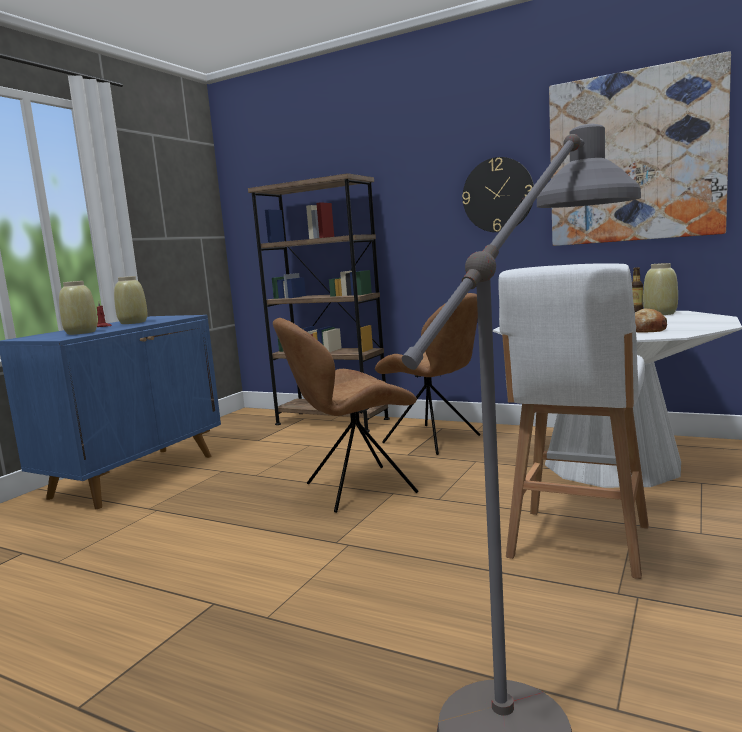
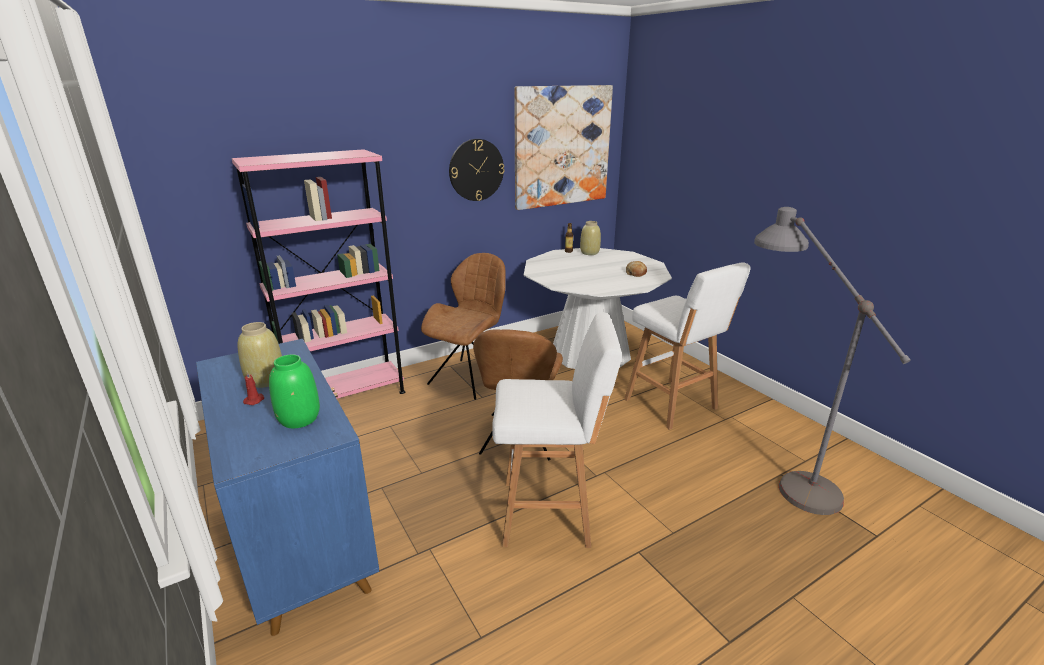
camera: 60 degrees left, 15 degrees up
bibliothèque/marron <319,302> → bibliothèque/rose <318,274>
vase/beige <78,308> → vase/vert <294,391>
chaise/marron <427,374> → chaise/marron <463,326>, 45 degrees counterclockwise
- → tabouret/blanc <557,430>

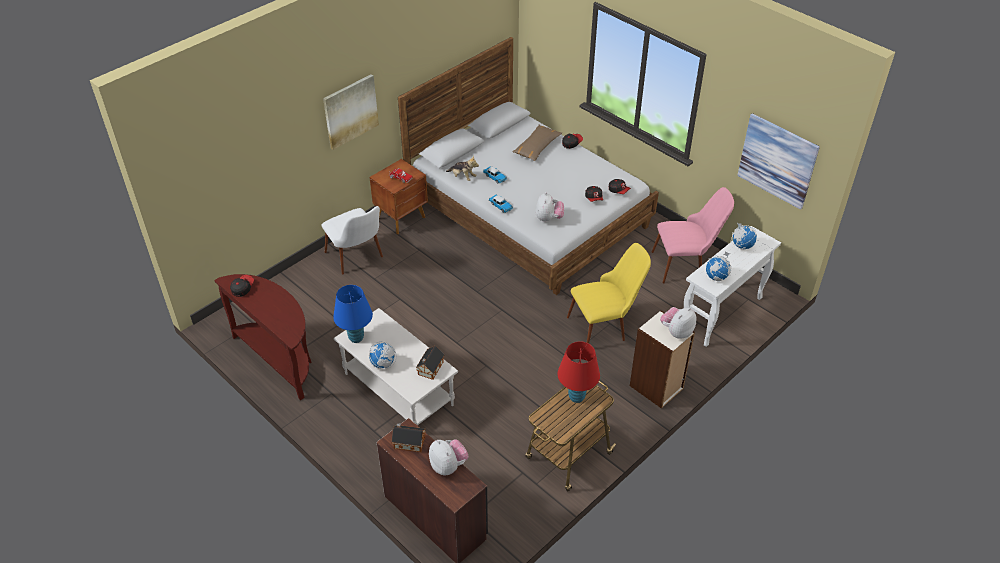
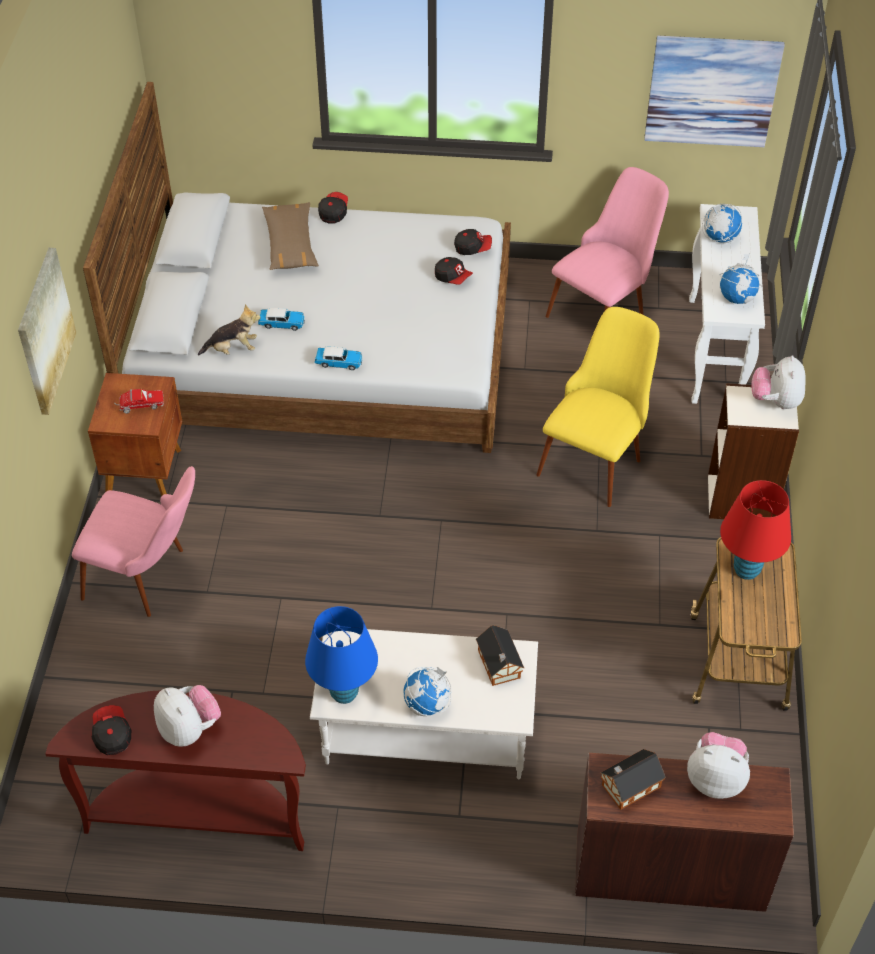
camera: 40 degrees left, 5 degrees up
peluche <549,207> → peluche <187,716>, moved
chaise/blanc <352,240> → chaise/rose <133,541>

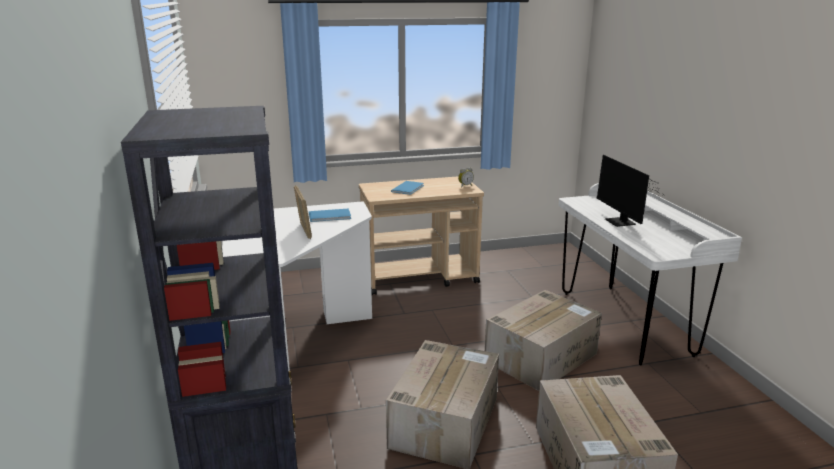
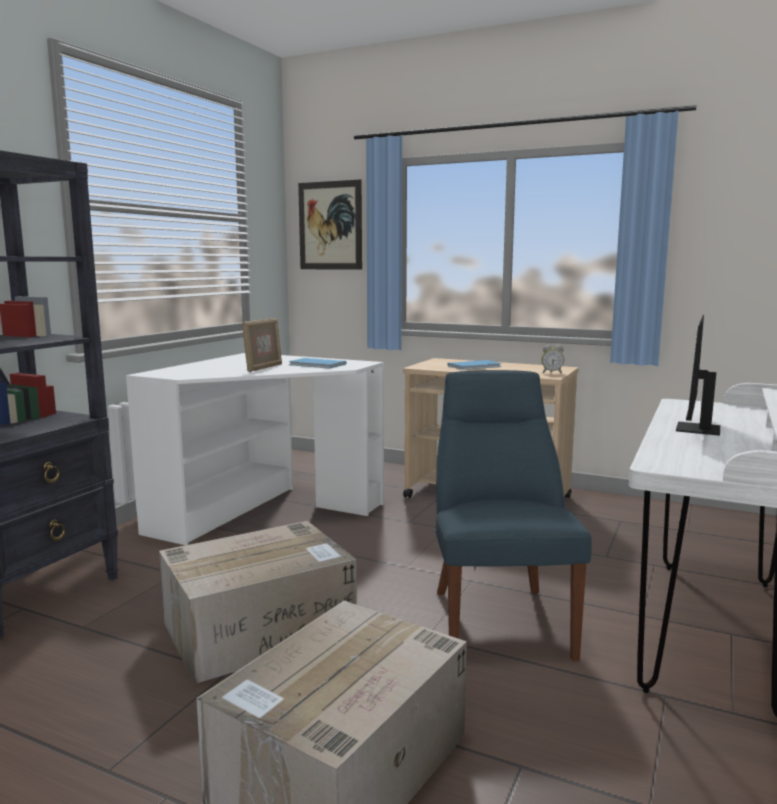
camera: 40 degrees right, 10 degrees down
carton <543,340> → chaise/bleu <513,515>
- → tableau <330,224>

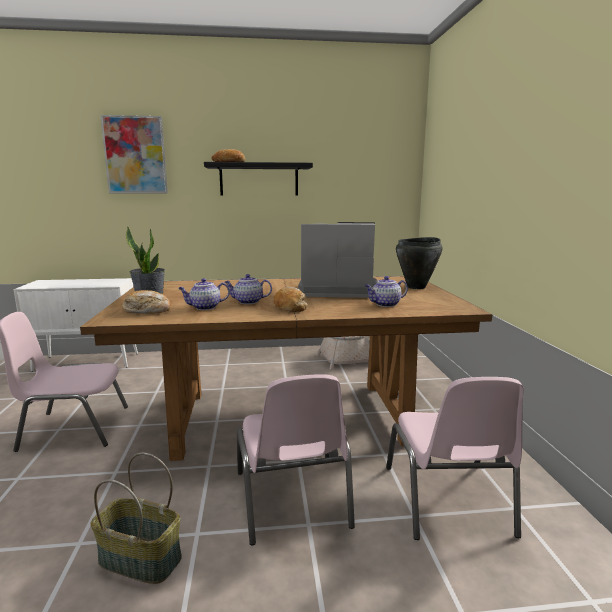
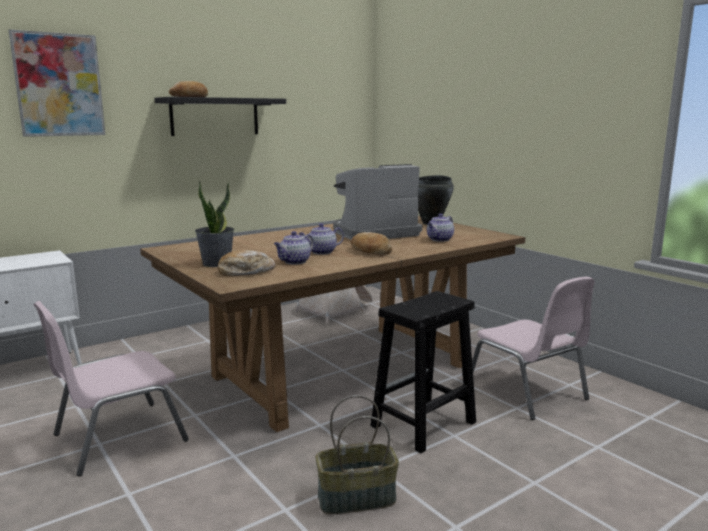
camera: 30 degrees left, 0 degrees up
chaise/rose <296,459> → tabouret/noir <423,372>

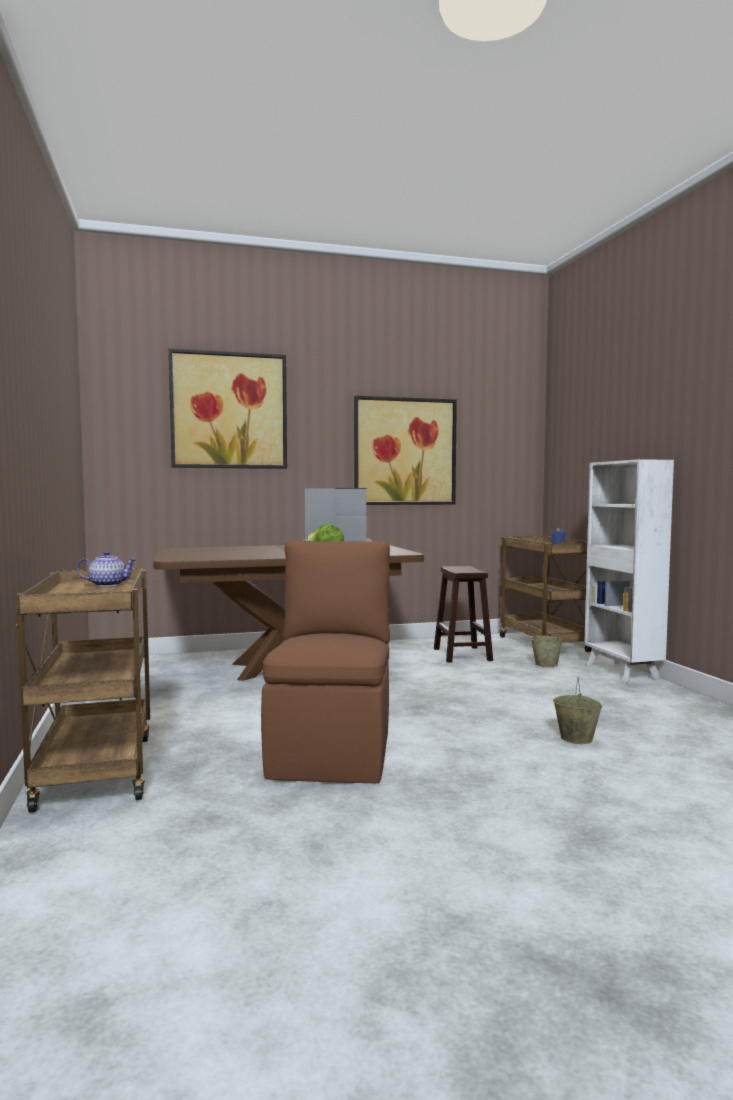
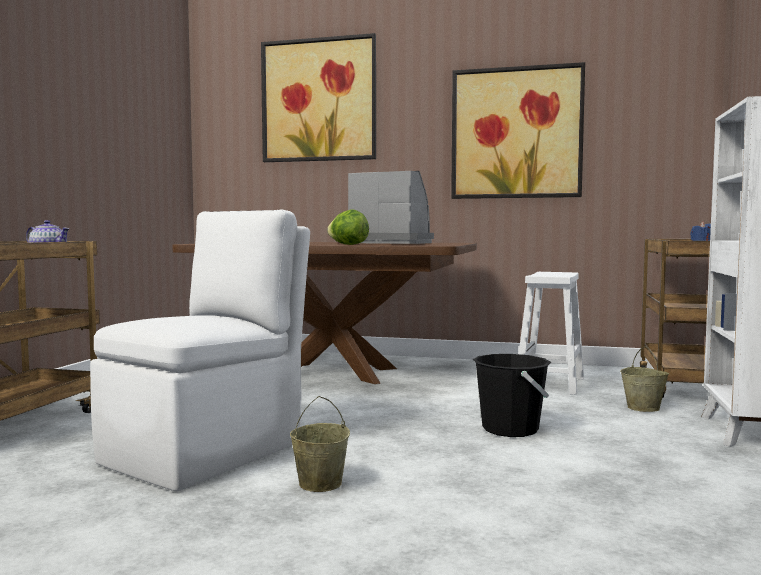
camera: 30 degrees right, 0 degrees up
chaise/marron <325,662> → chaise/blanc <200,351>
tabouret/marron <463,614> → tabouret/blanc <551,333>
seau/beige <577,711> → seau/beige <320,444>, moved
- → seau/noir <511,395>

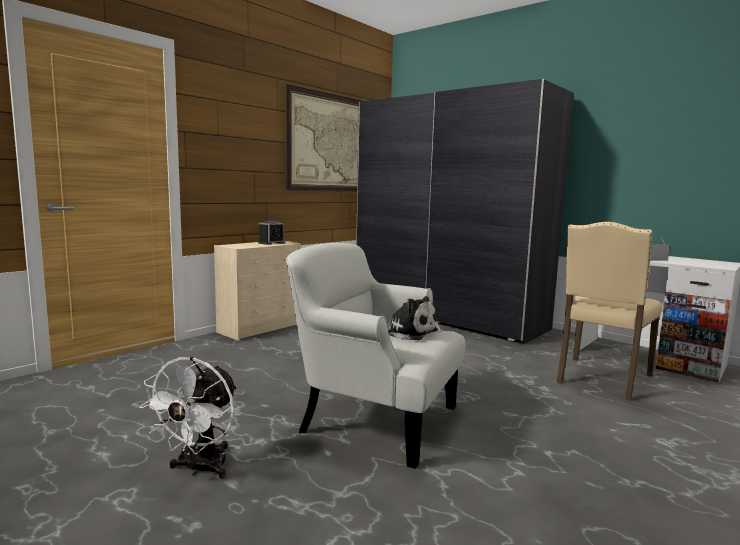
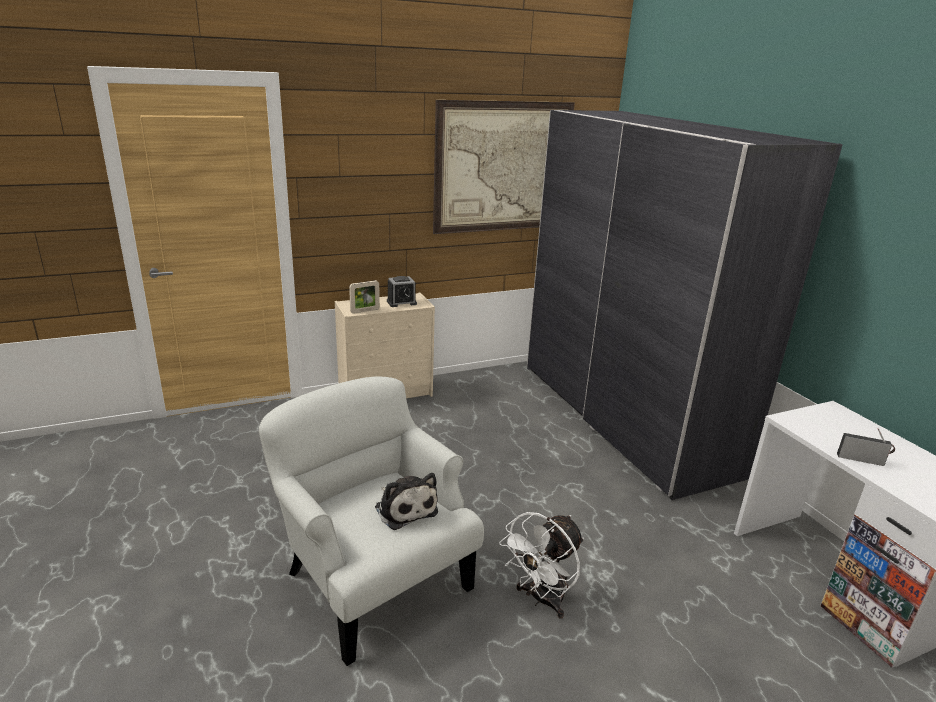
camera: 25 degrees right, 15 degrees up
chaise/beige <609,311> → -
ventilateur/blanc <188,418> → ventilateur/blanc <541,565>, moved
- → cadre photo <364,297>

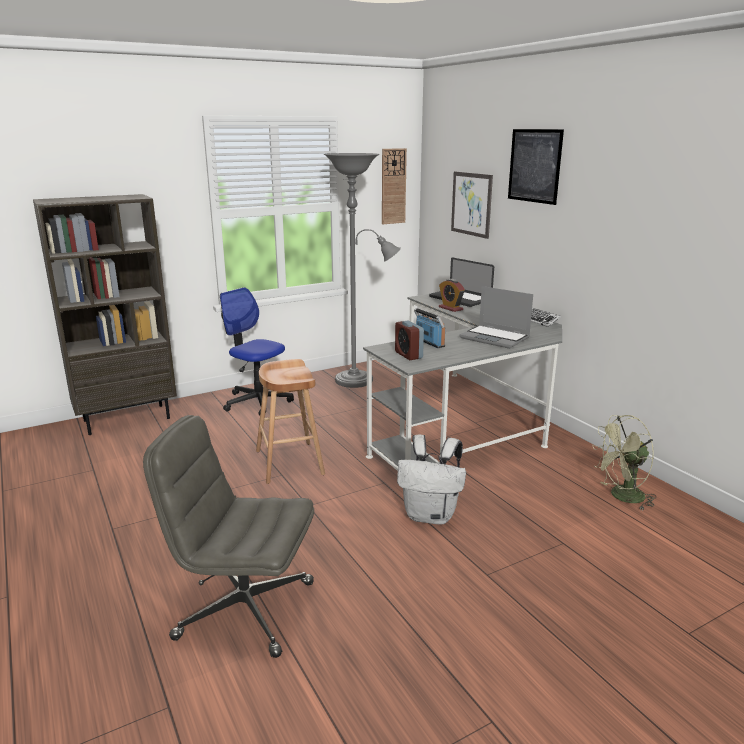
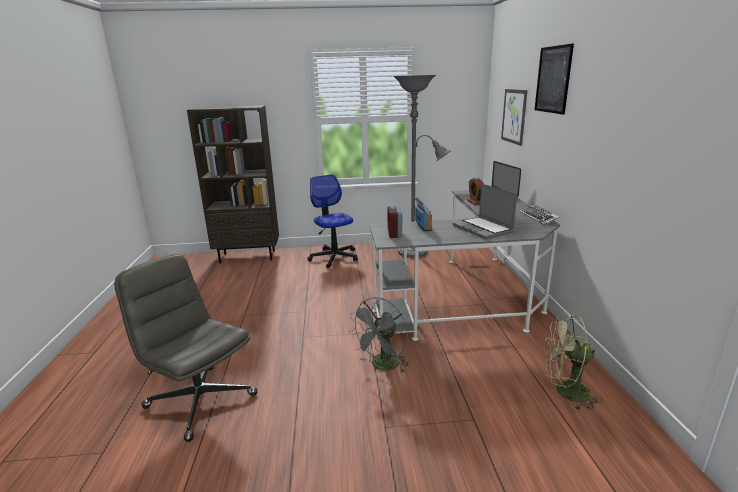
camera: 25 degrees right, 0 degrees up
horloge murale <394,186> → -
tabouret/marron <290,421> → -
sac à dos/blanc <431,480> → ventilateur/gris <379,334>

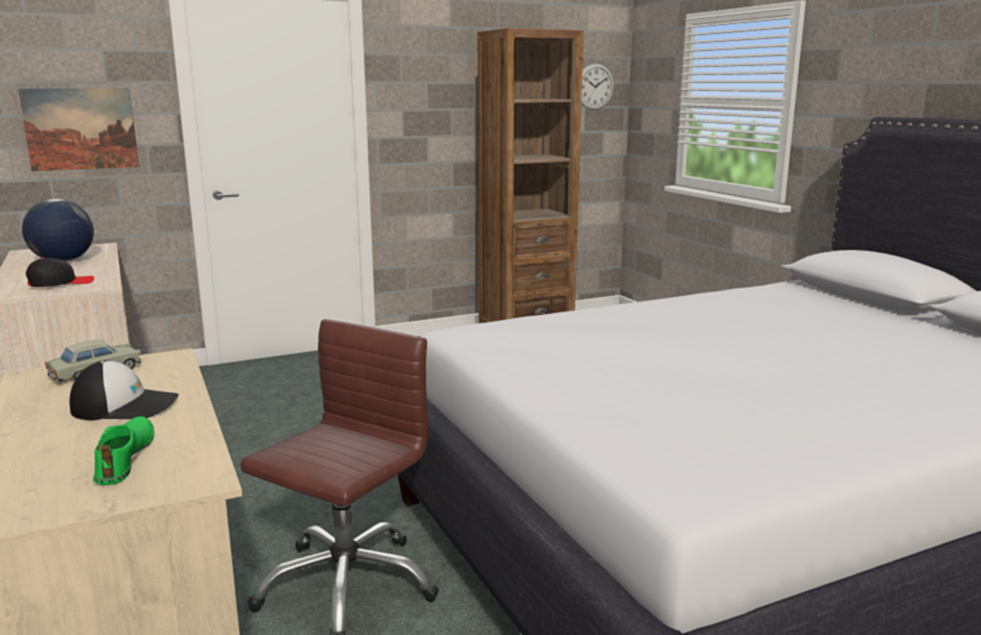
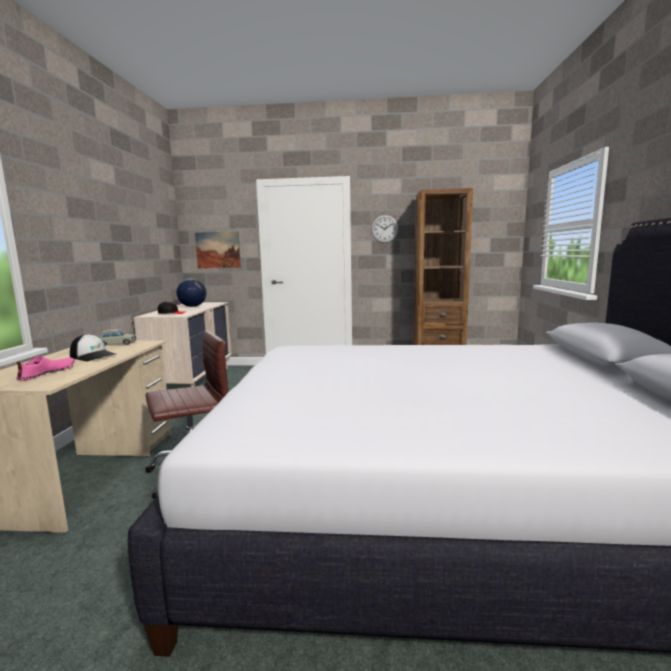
camera: 30 degrees right, 5 degrees down
horloge murale <597,86> → horloge murale <385,229>, moved
chaussure/vert <123,450> → chaussure/rose <46,368>

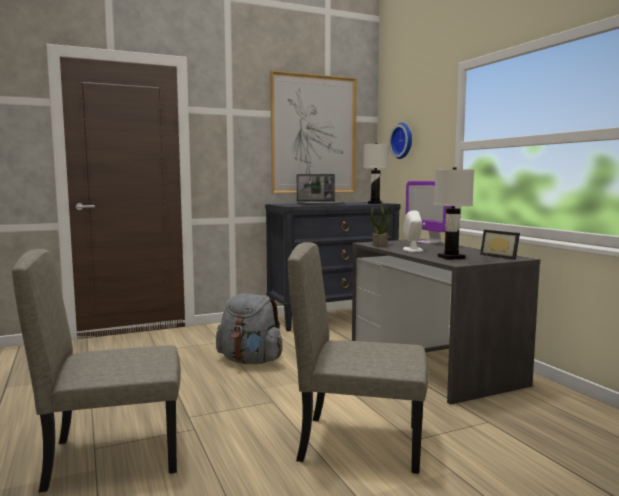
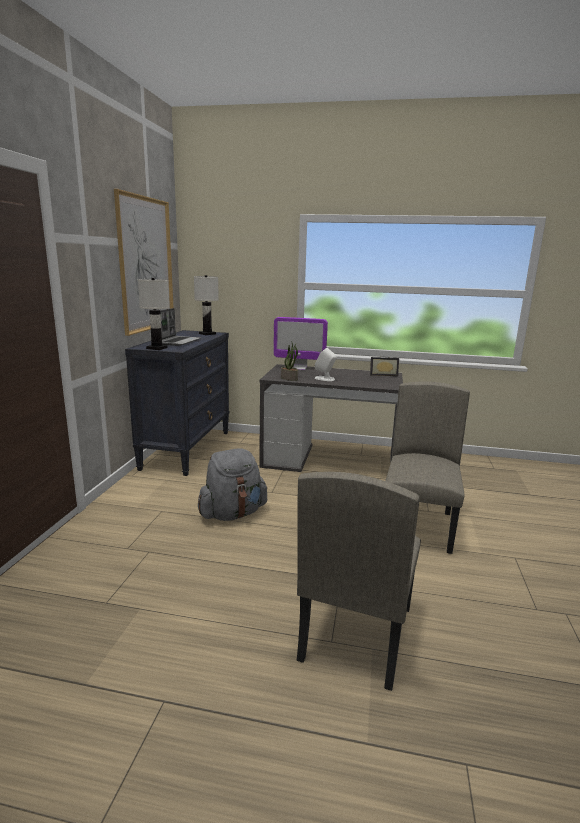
camera: 55 degrees left, 10 degrees up
horloge murale <400,141> → -
lampe de table/blanc <454,214> → lampe de table/blanc <154,314>, moved
chaise/beige <358,358> → chaise/beige <427,467>, 150 degrees clockwise

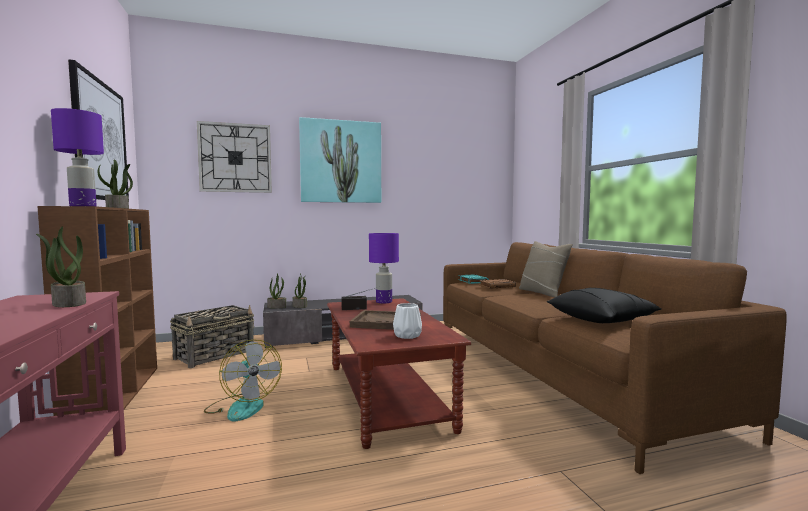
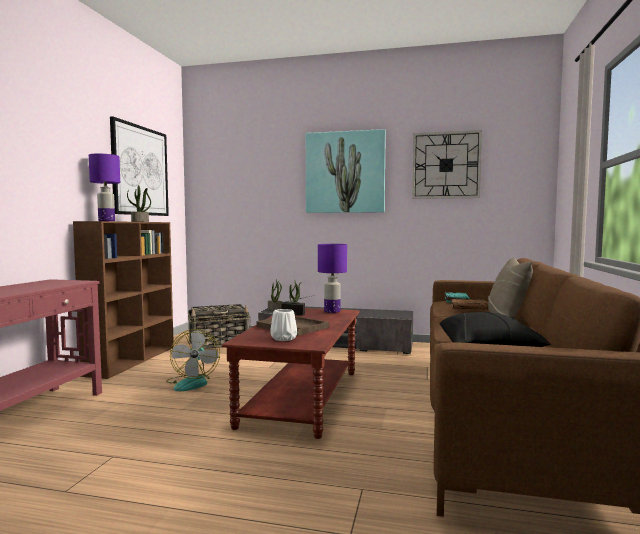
camera: 30 degrees right, 0 degrees up
horloge murale <234,157> → horloge murale <447,164>, moved
plante en pot <61,266> → -

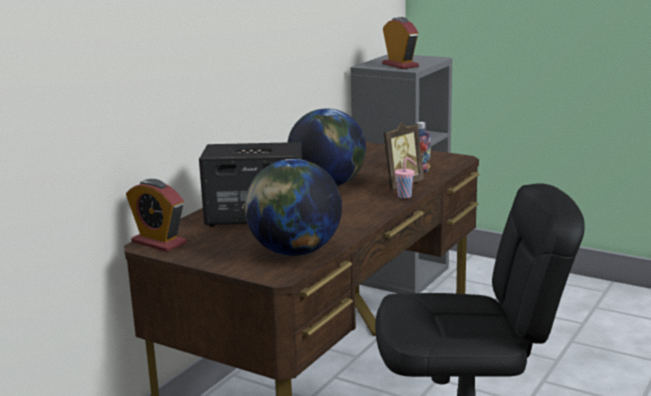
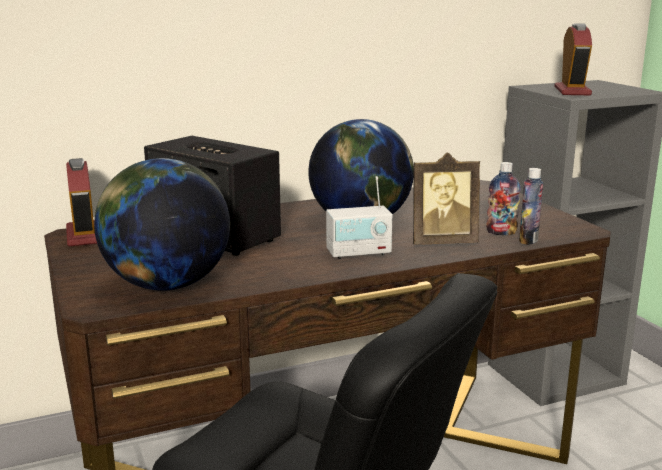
camera: 35 degrees right, 0 degrees up
tasse/rose <405,178> → -
- → bouteille <531,206>
- → radio <359,217>

